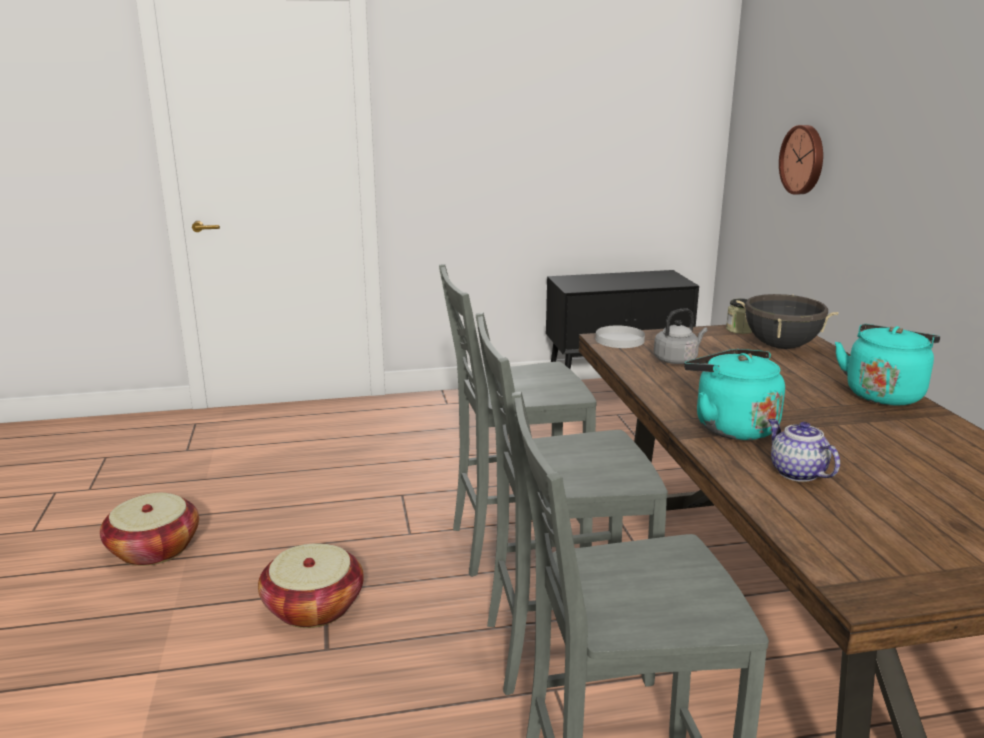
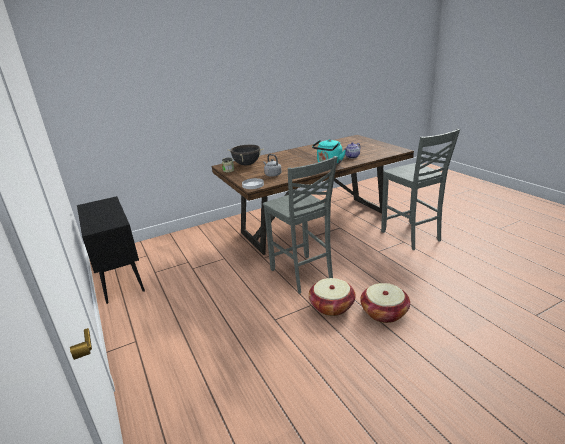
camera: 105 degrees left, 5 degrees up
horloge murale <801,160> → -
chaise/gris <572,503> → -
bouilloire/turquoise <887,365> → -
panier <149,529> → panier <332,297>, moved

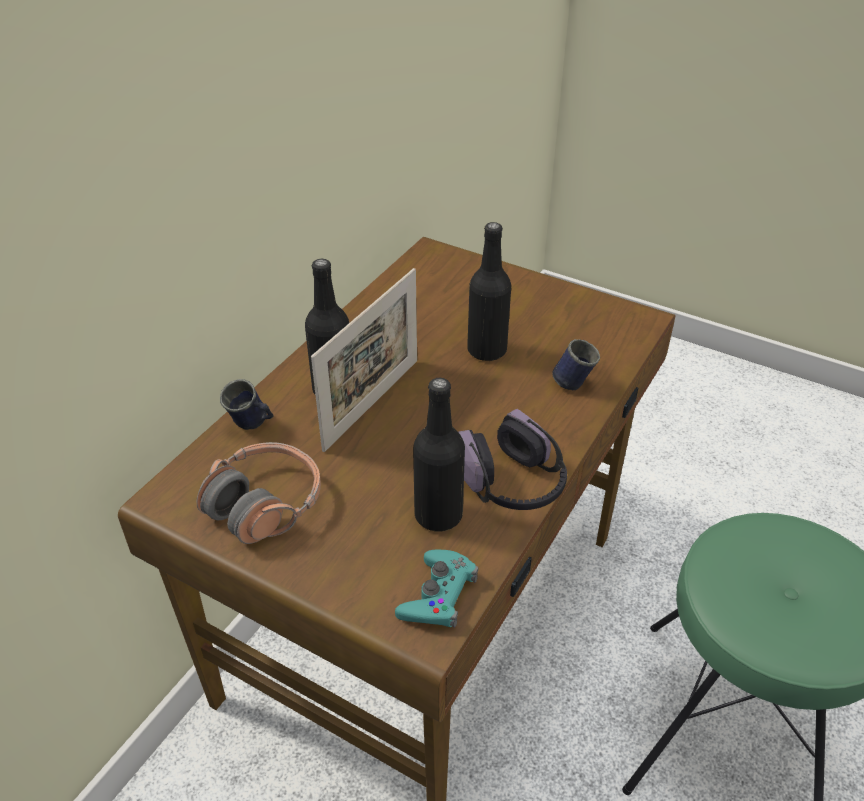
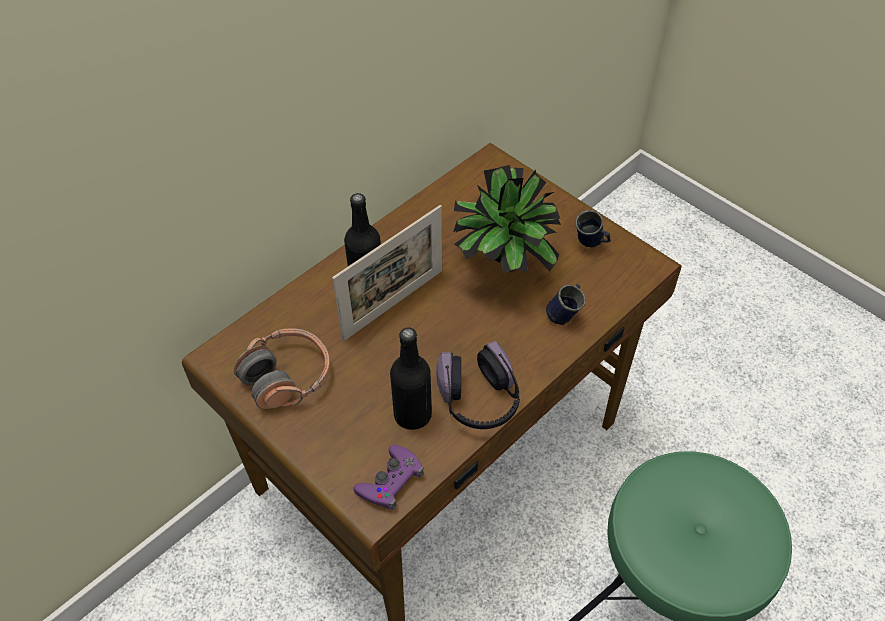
camera: 15 degrees right, 10 degrees up
bouteille/noir <489,291> → plante en pot <507,219>
mug/bleu <246,404> → mug/bleu <593,228>, moved
manette/turquoise <437,589> → manette/violet <389,477>

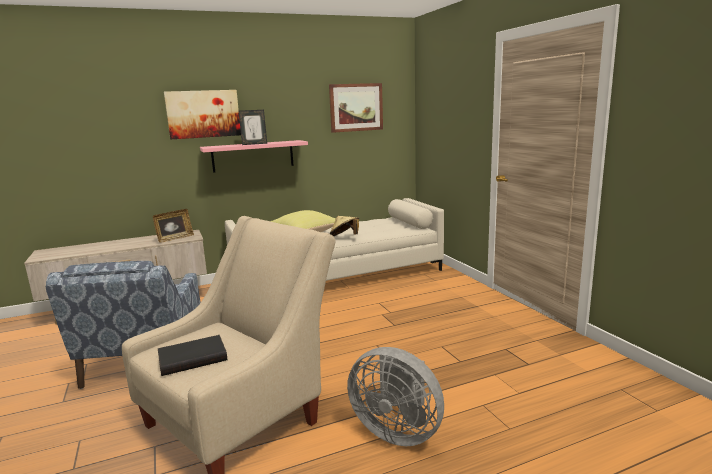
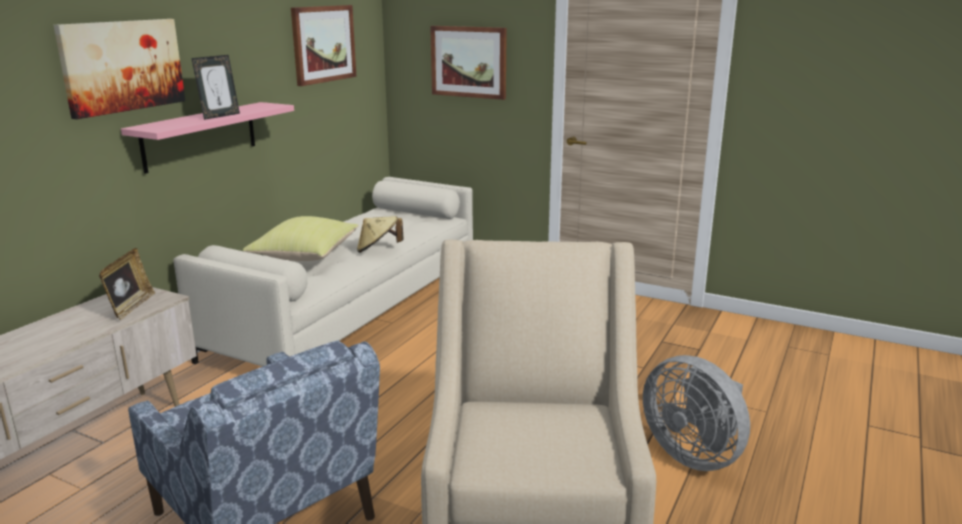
camera: 40 degrees left, 5 degrees up
livre/noir <192,355> → -
ventilateur/gris <395,396> → ventilateur/gris <696,413>, 60 degrees clockwise
- → tableau <468,63>

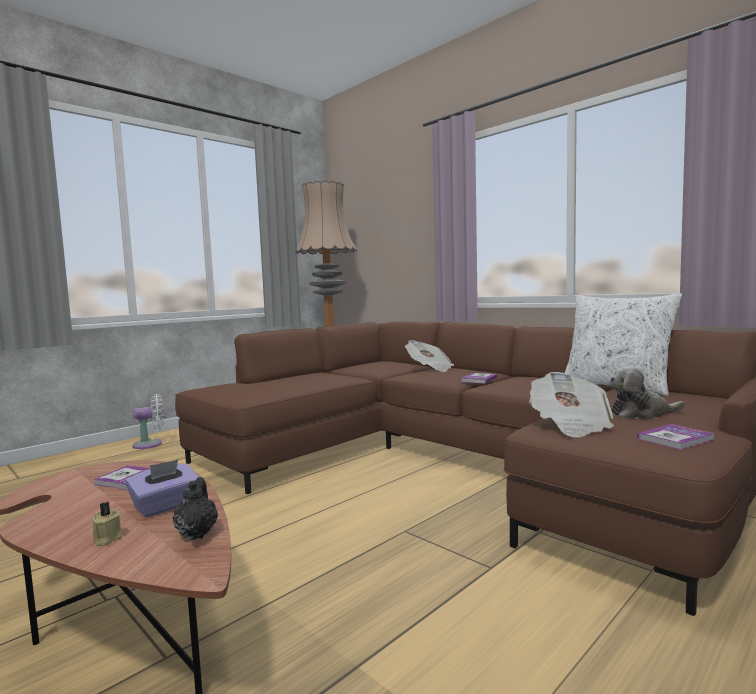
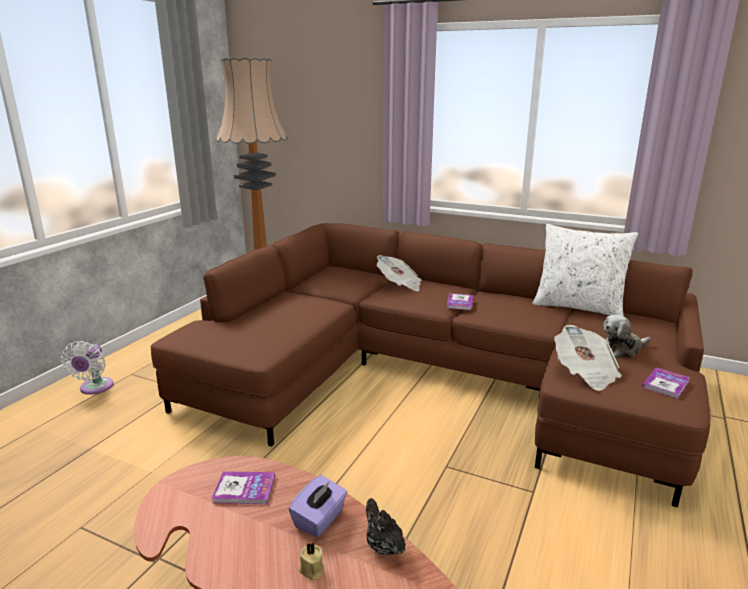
camera: 20 degrees left, 15 degrees up
ventilateur/blanc <149,421> → ventilateur/blanc <87,368>, 135 degrees clockwise

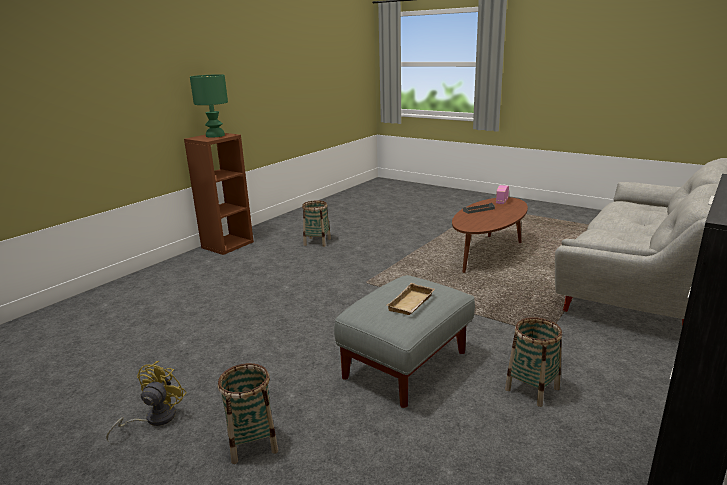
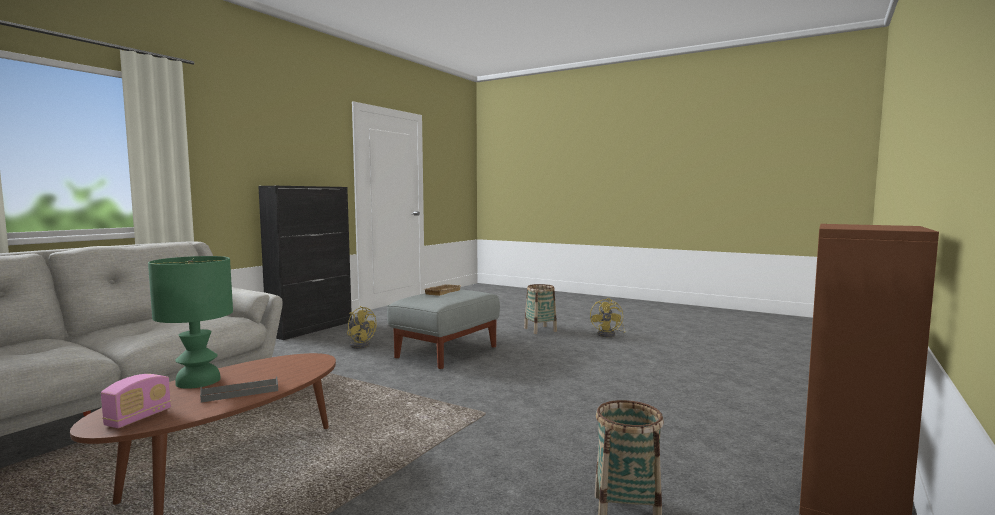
camera: 175 degrees right, 15 degrees down
lampe de table/vert <209,106> → lampe de table/vert <190,322>, moved
panier <533,362> → ventilateur/jaune <362,327>

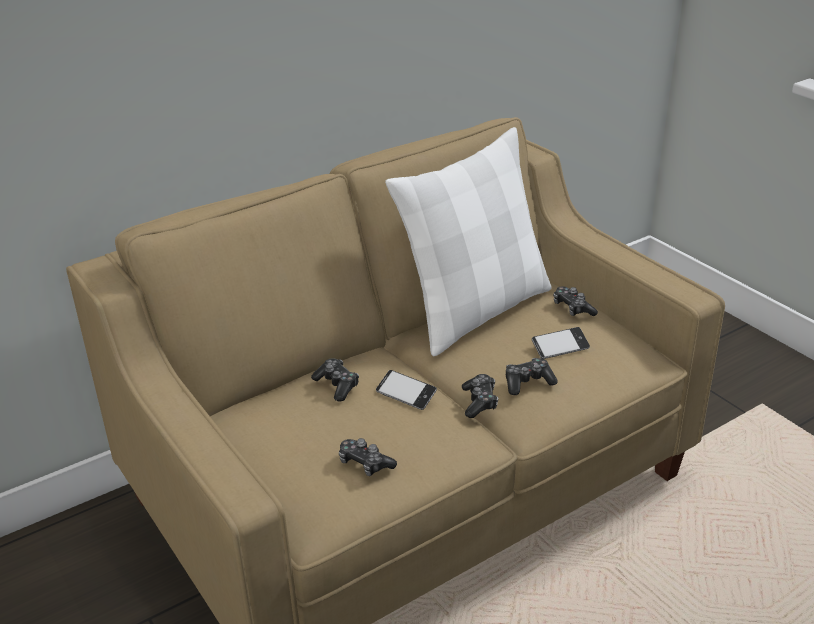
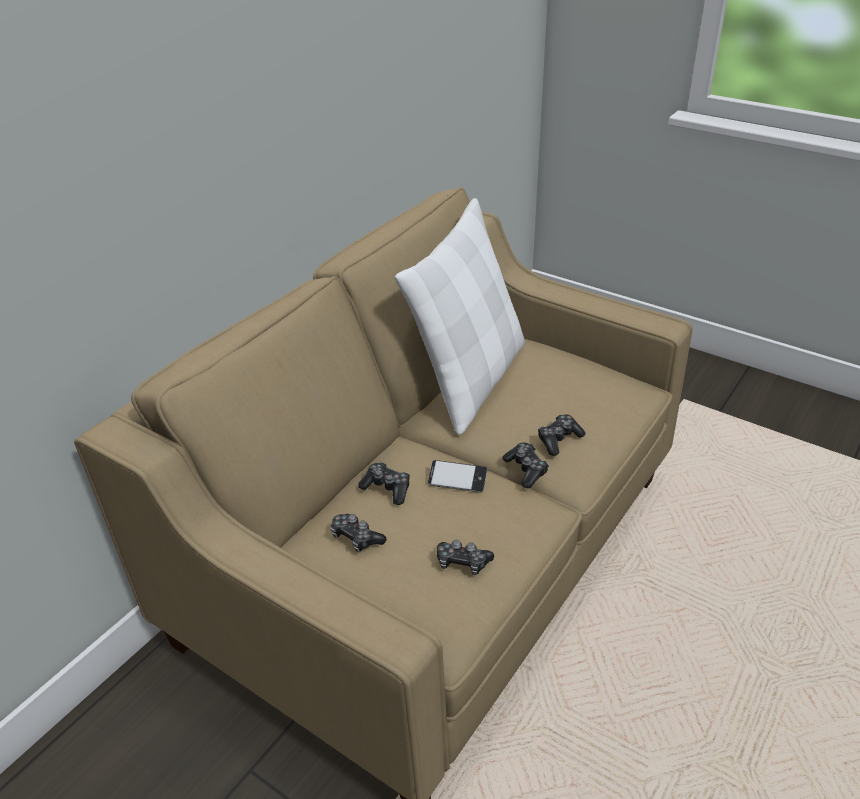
camera: 20 degrees left, 5 degrees up
manette <575,301> → manette <358,533>, moved
téléphone <561,343> → -

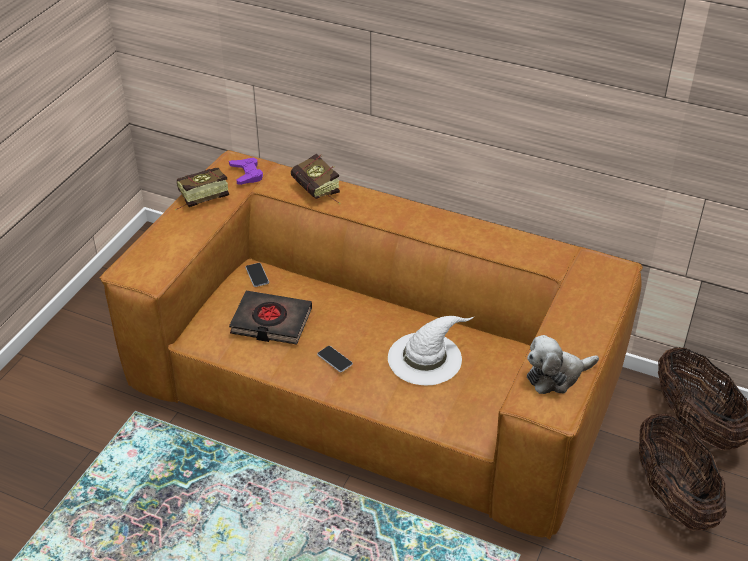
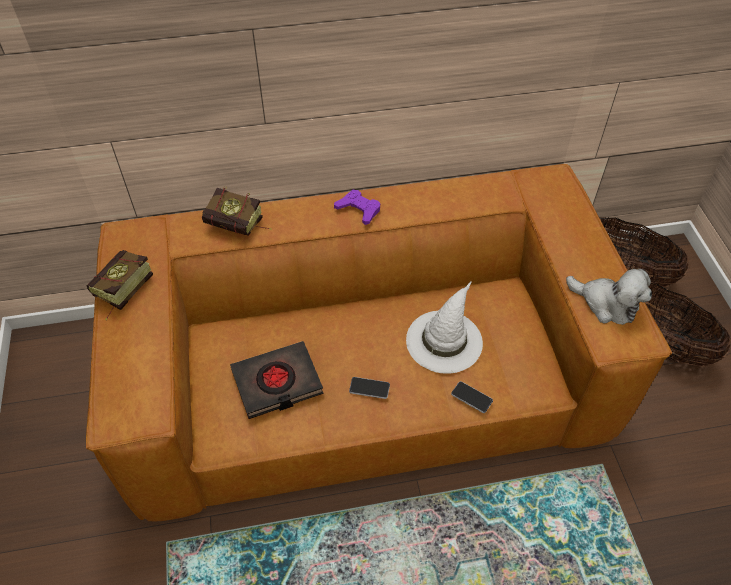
camera: 35 degrees left, 10 degrees up
manette/violet <246,171> → manette/violet <357,207>, moved
téléphone <257,275> → téléphone <472,397>, moved
peluche <563,364> → peluche <609,297>, 90 degrees counterclockwise

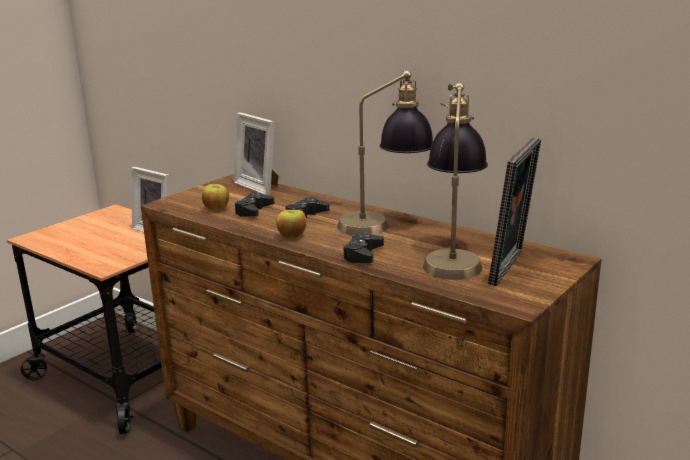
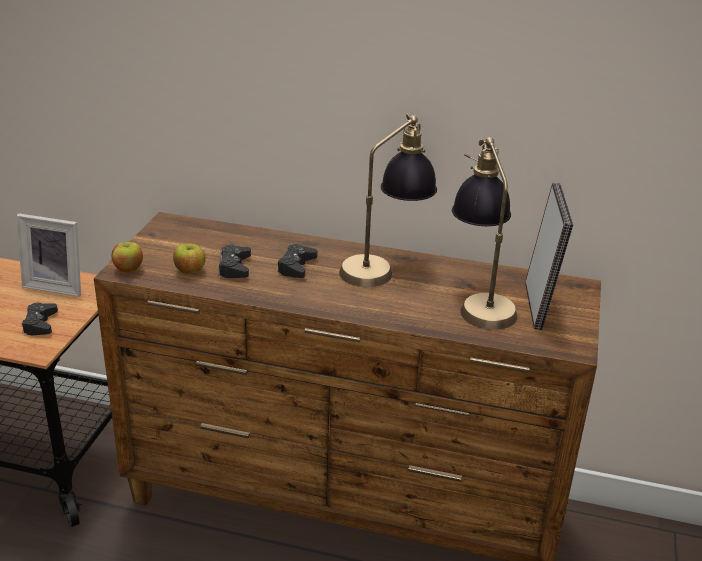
camera: 25 degrees left, 10 degrees up
cadre photo <256,153> → -
pomme <291,224> → pomme <127,257>, moved
manette/noir <363,247> → manette/noir <40,318>, moved

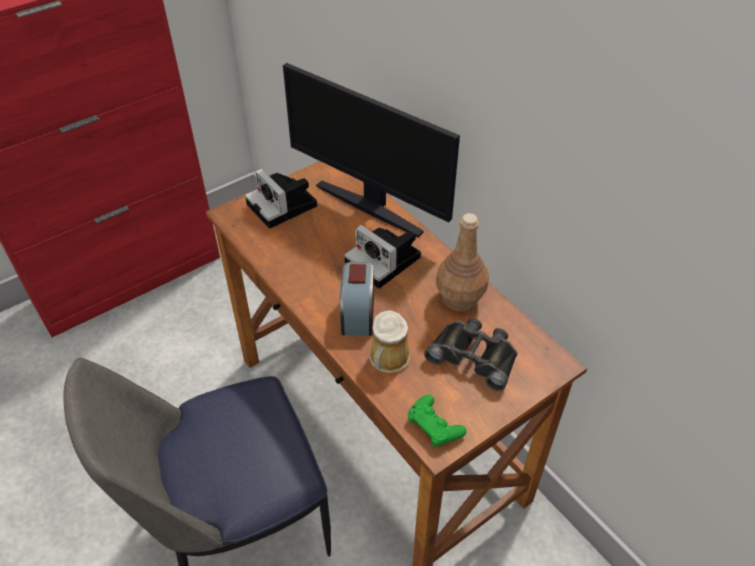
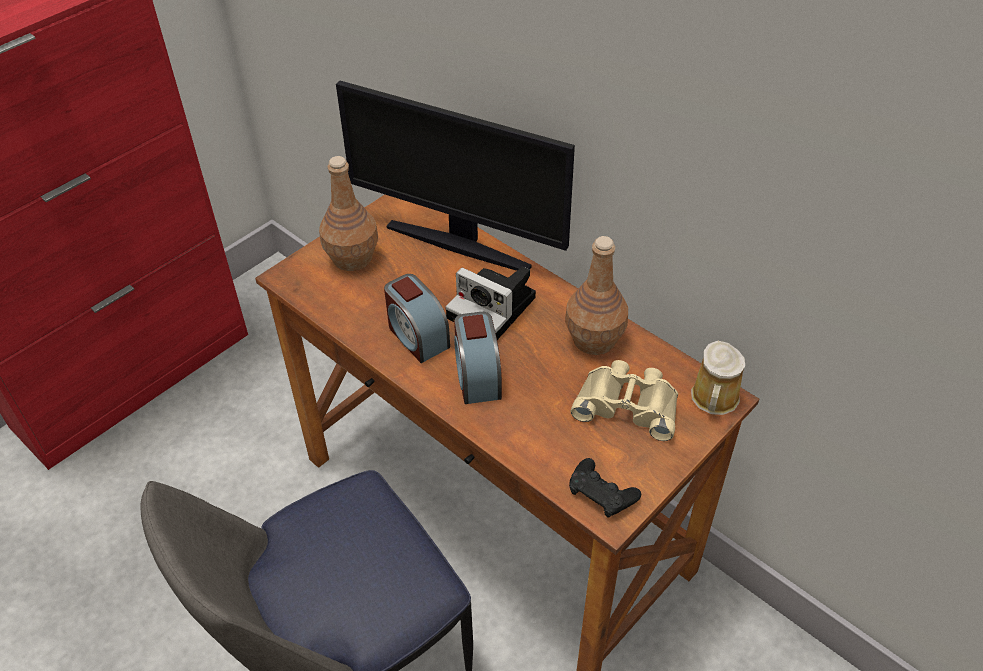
camera: 10 degrees left, 0 degrees up
appareil photo <281,198> → bouteille/marron <348,213>
mug <389,341> → mug <718,378>, moved
jumelles/noir <470,354> → jumelles/beige <624,400>
manette/vert <437,421> → manette/noir <605,488>
- → réveil <417,318>

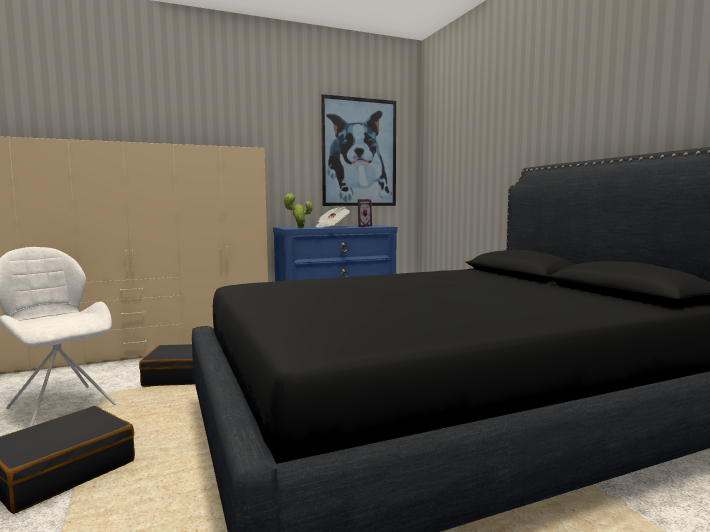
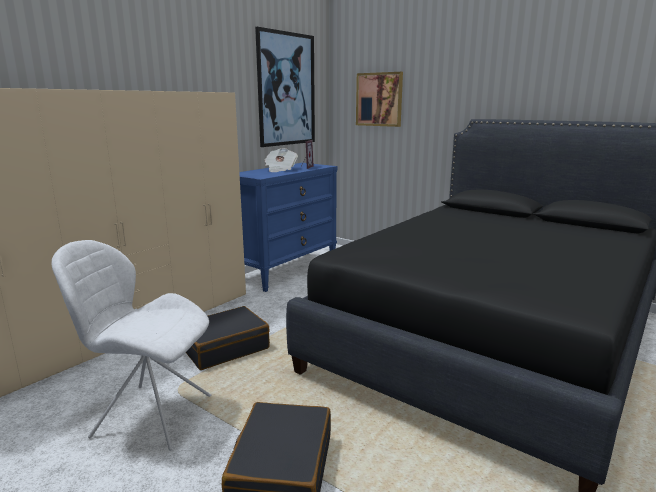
camera: 30 degrees left, 10 degrees up
plante en pot <298,210> → -
- → tableau <379,99>

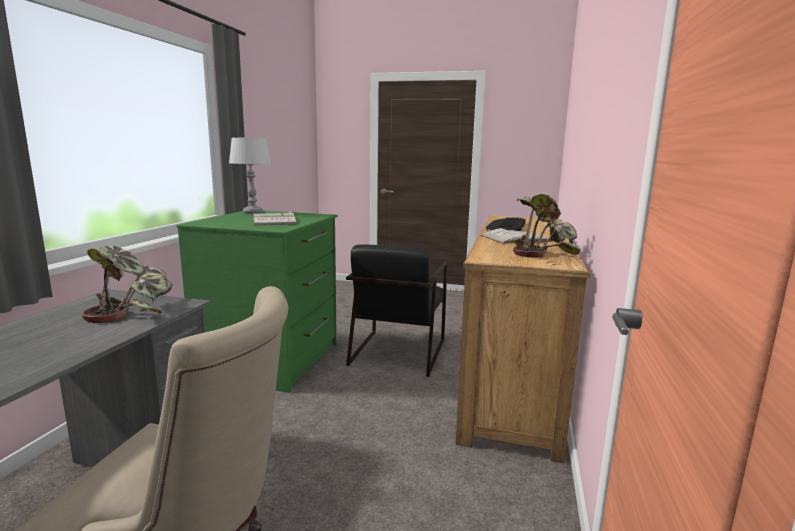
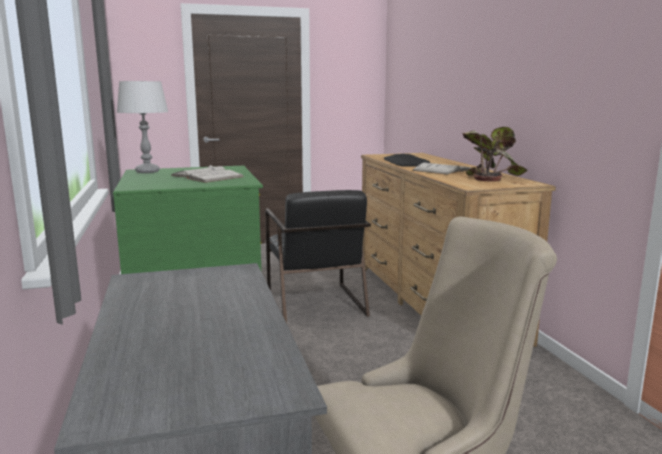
camera: 30 degrees left, 0 degrees up
plante en pot <127,284> → -

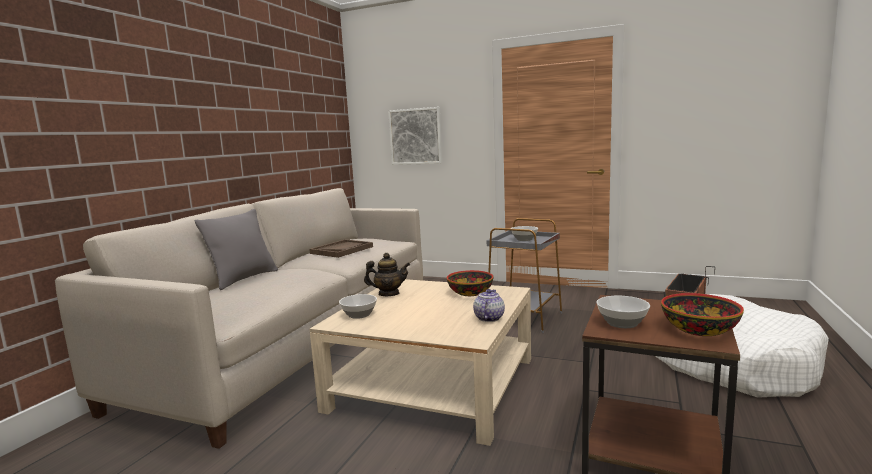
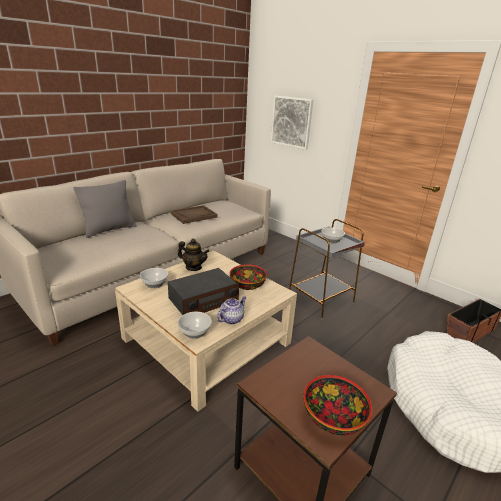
camera: 20 degrees right, 15 degrees up
bol <623,312> → bol <195,325>, moved
- → radio <203,291>

